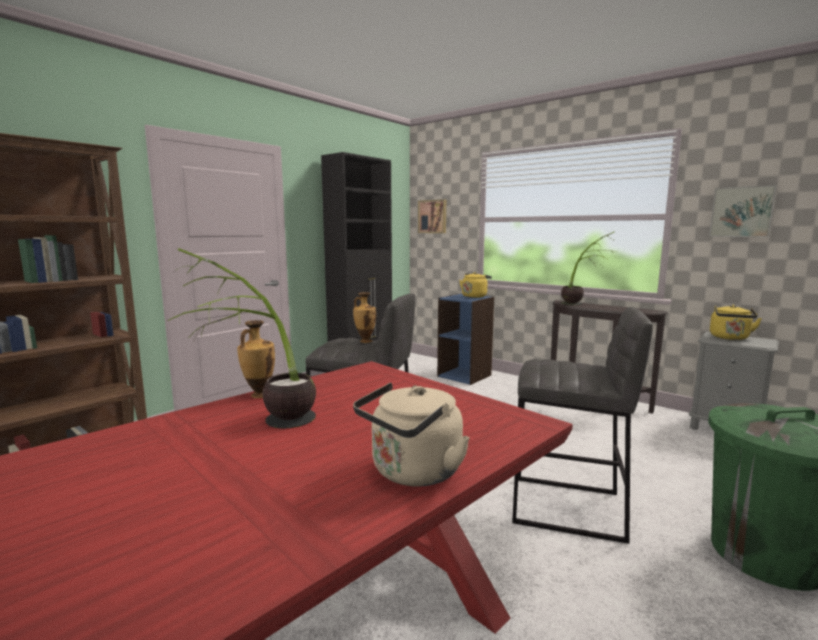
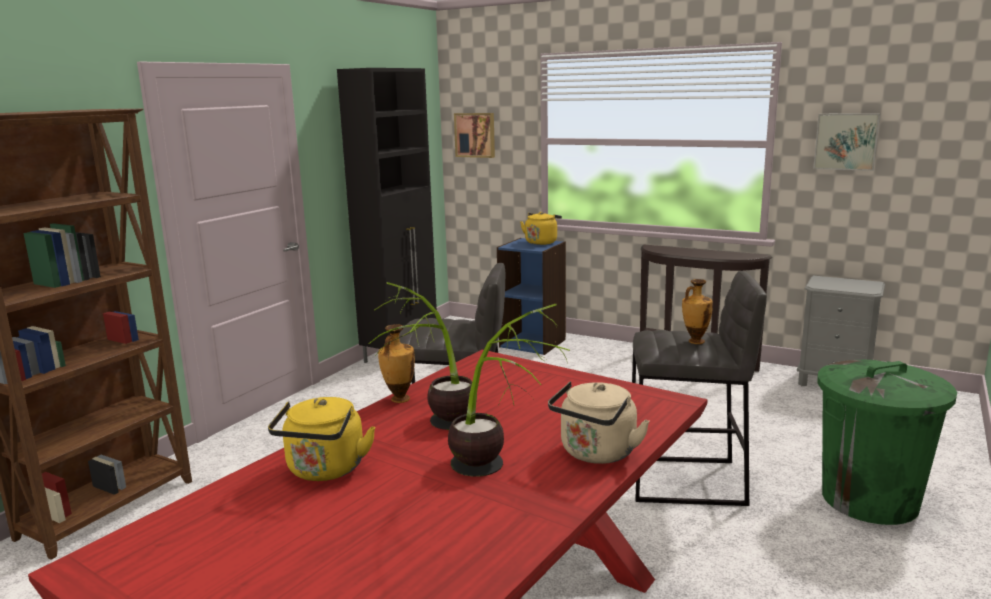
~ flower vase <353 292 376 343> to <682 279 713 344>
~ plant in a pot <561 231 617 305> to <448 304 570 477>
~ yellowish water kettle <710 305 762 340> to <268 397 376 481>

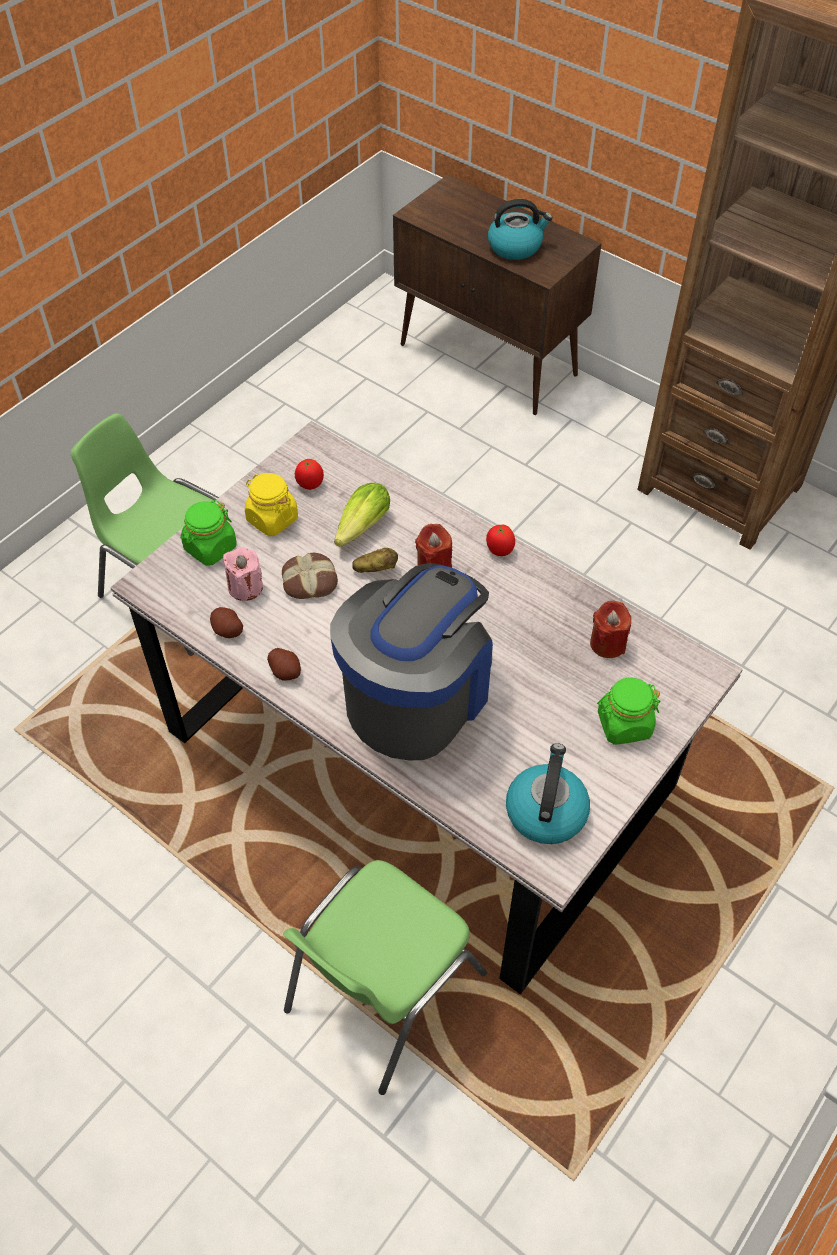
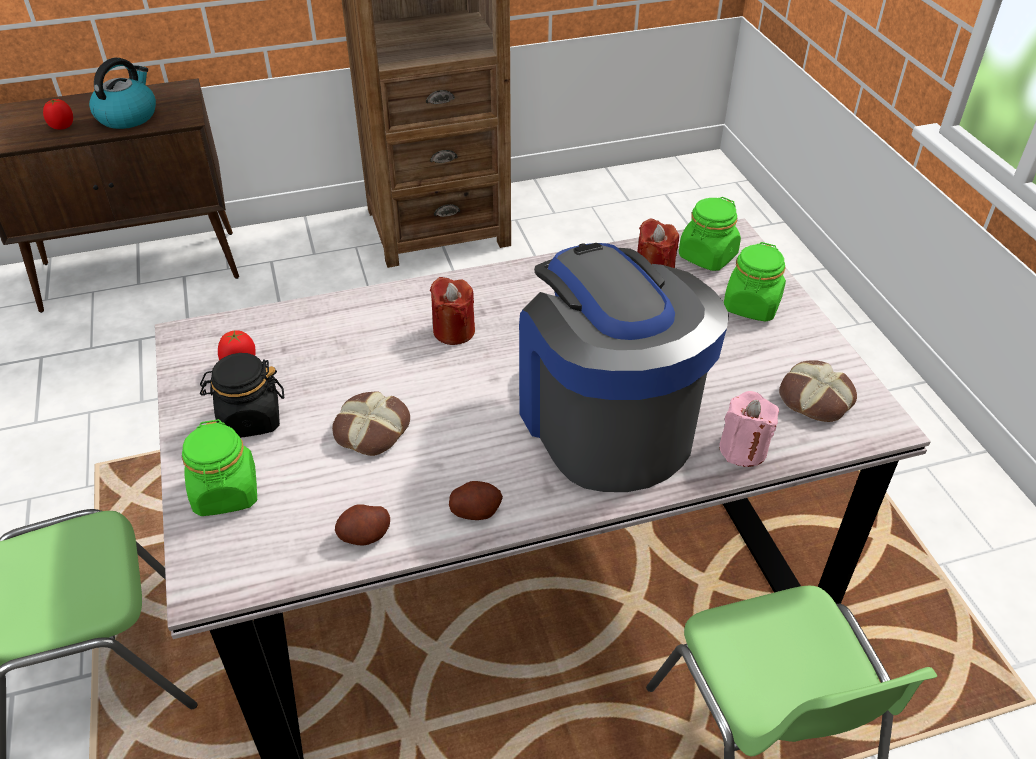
- head of lettuce <334 483 390 547>
- whole potato <352 548 398 573>
+ green-coloured storage jar <679 197 741 271>
~ pink-coloured candle <223 547 263 601> to <719 391 779 467>
~ tomato <486 525 515 556> to <43 99 73 130>
~ water kettle <506 743 590 844> to baked bread <779 361 857 422>
~ yellowish storage jar <245 473 298 536> to blackish storage jar <200 353 284 438>

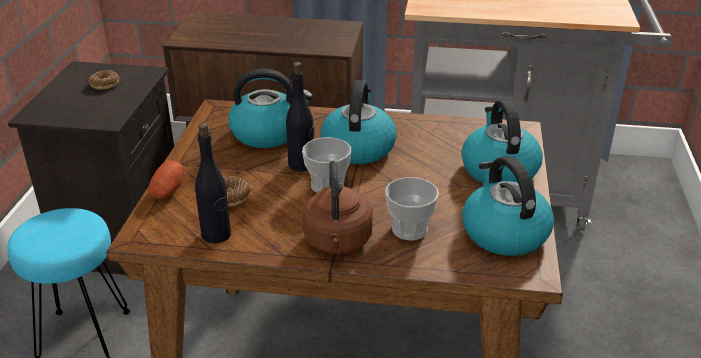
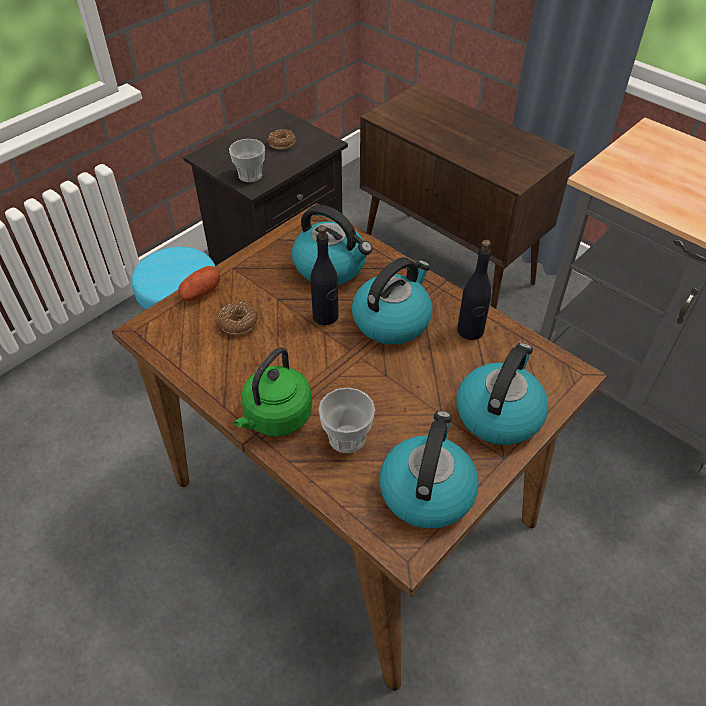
~ blackish bottle <195 123 231 244> to <457 240 492 340>
~ cup <302 137 351 193> to <229 139 265 182>
~ brownish water kettle <302 161 373 254> to green-coloured water kettle <234 347 312 436>

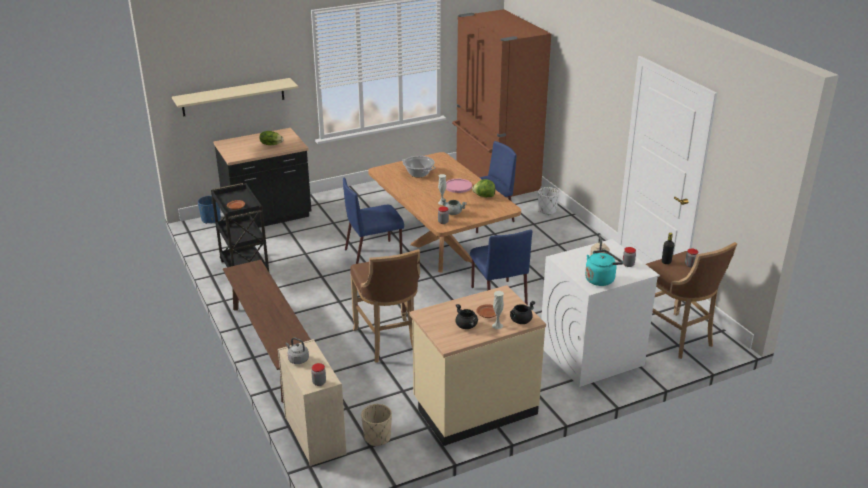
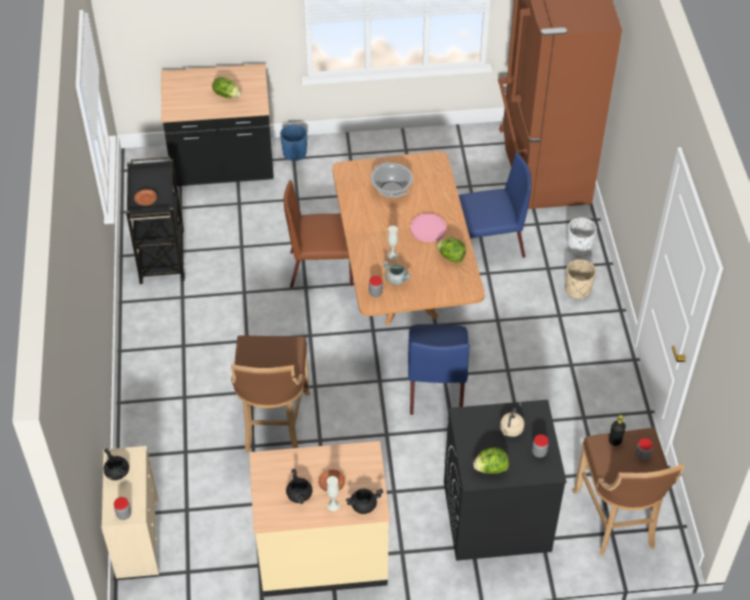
- beige shelf <172 78 298 116>
- brownish bench <223 260 311 402>
~ blue planter <198 196 221 224> to <280 124 307 161>
~ beige planter <361 404 392 446> to <565 259 596 299>
~ grey water kettle <286 338 309 364> to blackish saucepot <104 448 129 480>
~ turquoise water kettle <585 250 623 286> to head of lettuce <473 447 509 474>
~ blue plain chair <343 178 404 264> to brownish plain chair <284 180 353 288>
~ white laundry appliance <541 239 660 387> to blackish laundry appliance <444 400 567 561>

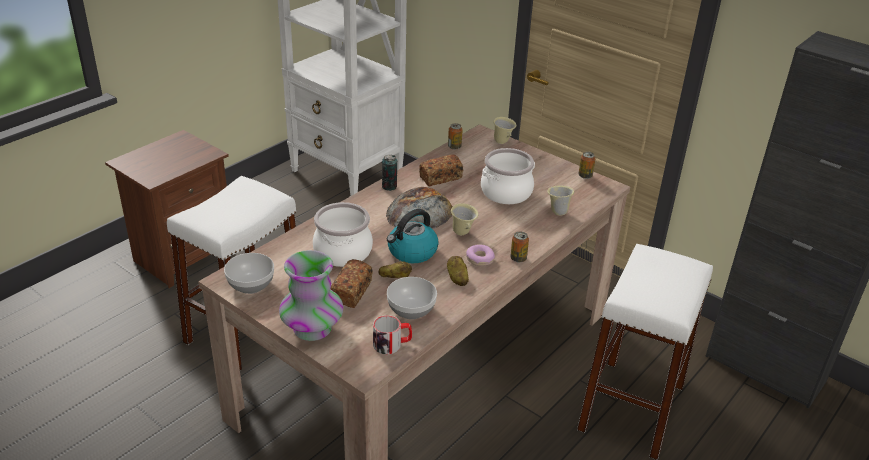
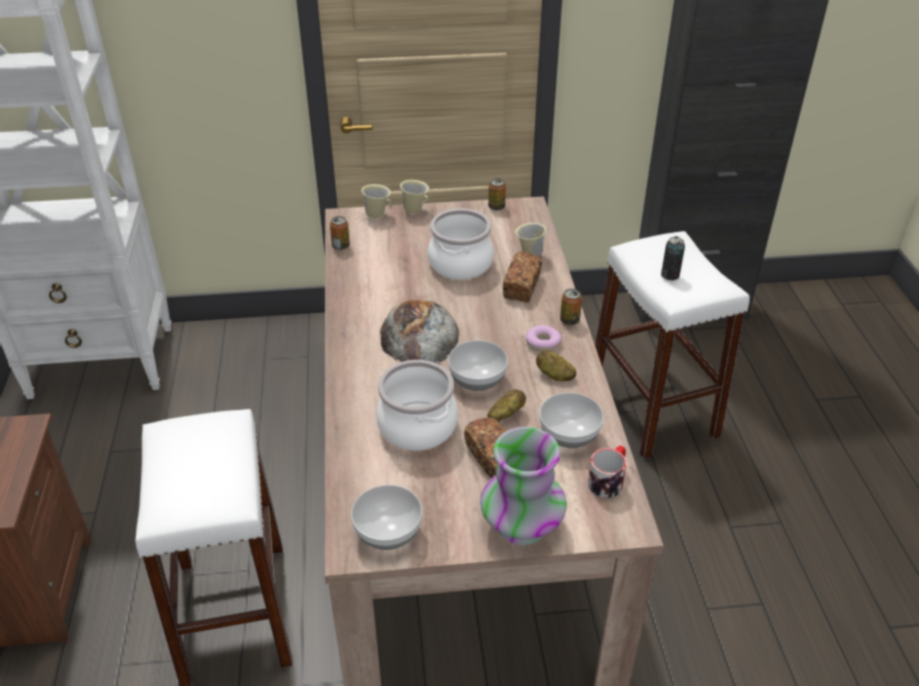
~ metal can <382 155 397 191> to <661 236 685 280>
~ baked bread <419 154 463 187> to <503 252 542 303>
~ beige tea mug <451 203 478 235> to <400 180 429 214>
~ water kettle <387 209 439 263> to bowl <448 340 508 391>

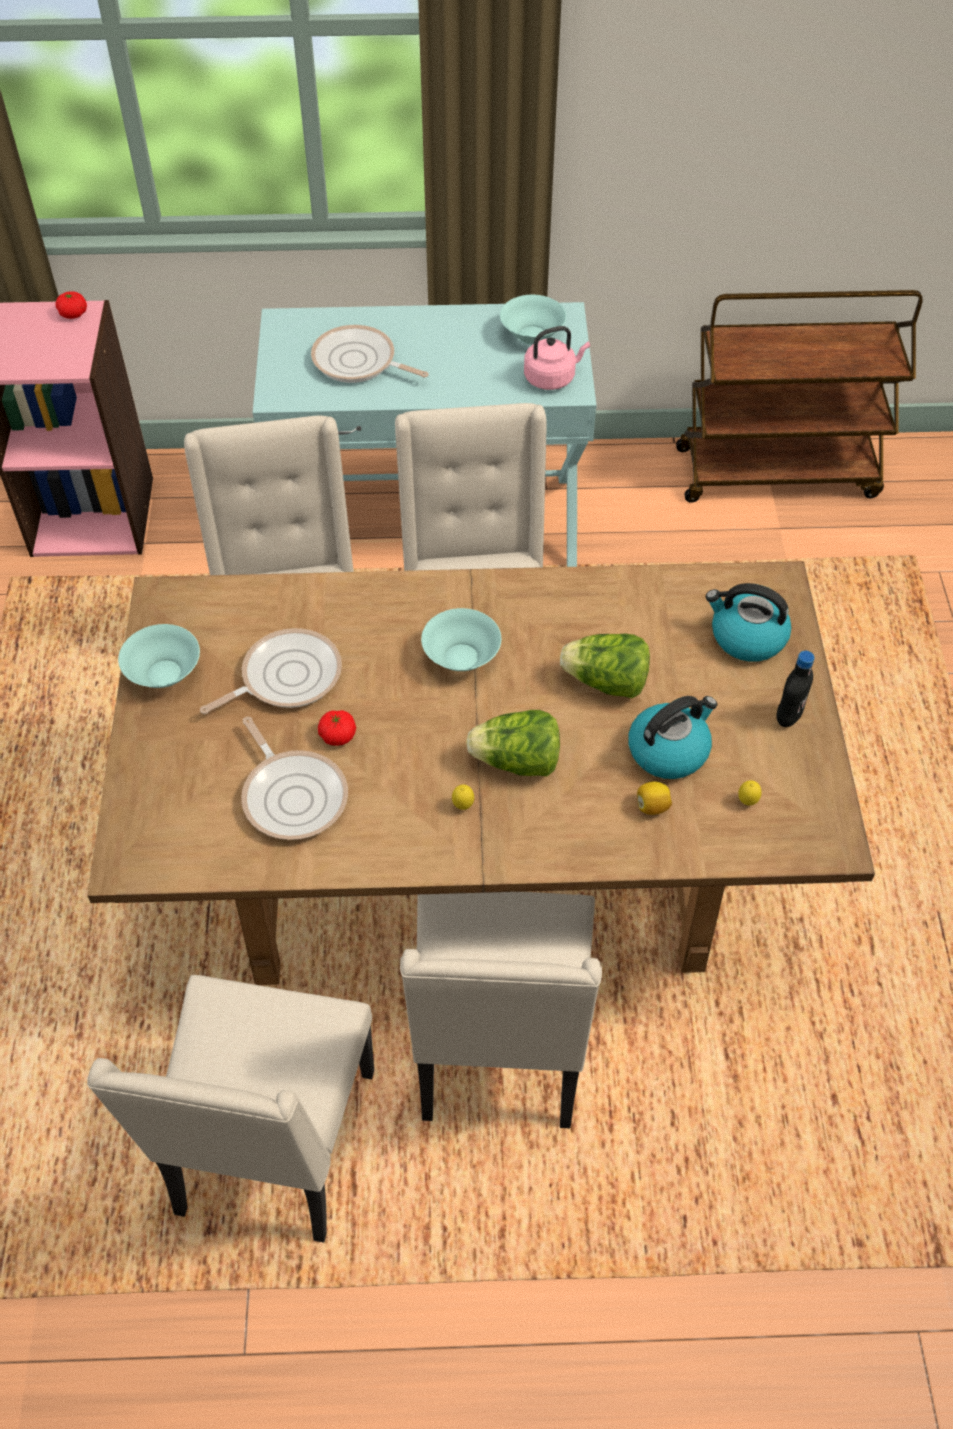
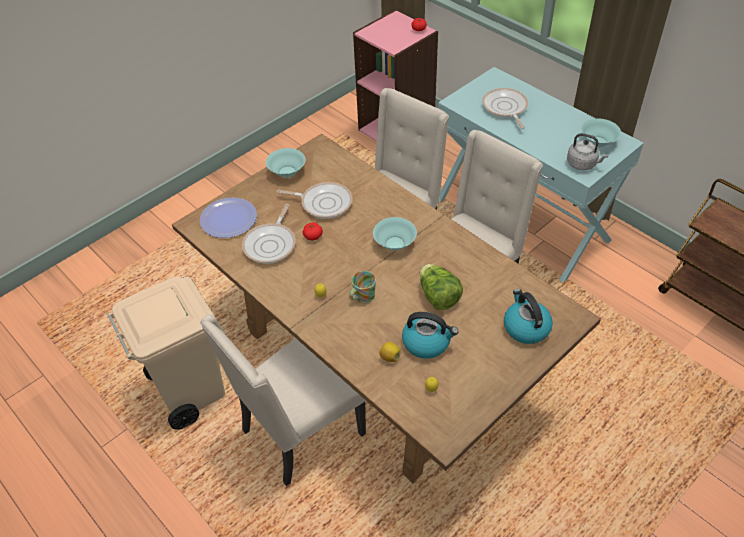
- blackish bottle <776 651 814 727>
+ dinner plate <200 198 257 238>
~ beige plain chair <87 975 374 1242> to beige trash can <106 277 225 430>
~ head of lettuce <466 710 560 776> to tea mug <349 271 376 303>
~ pink-coloured water kettle <524 326 590 390> to grey water kettle <567 133 609 170>

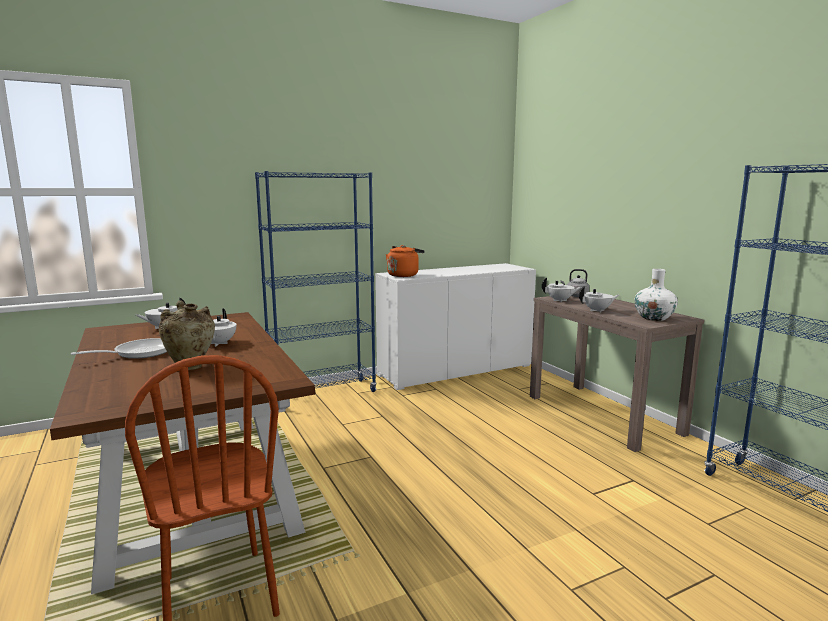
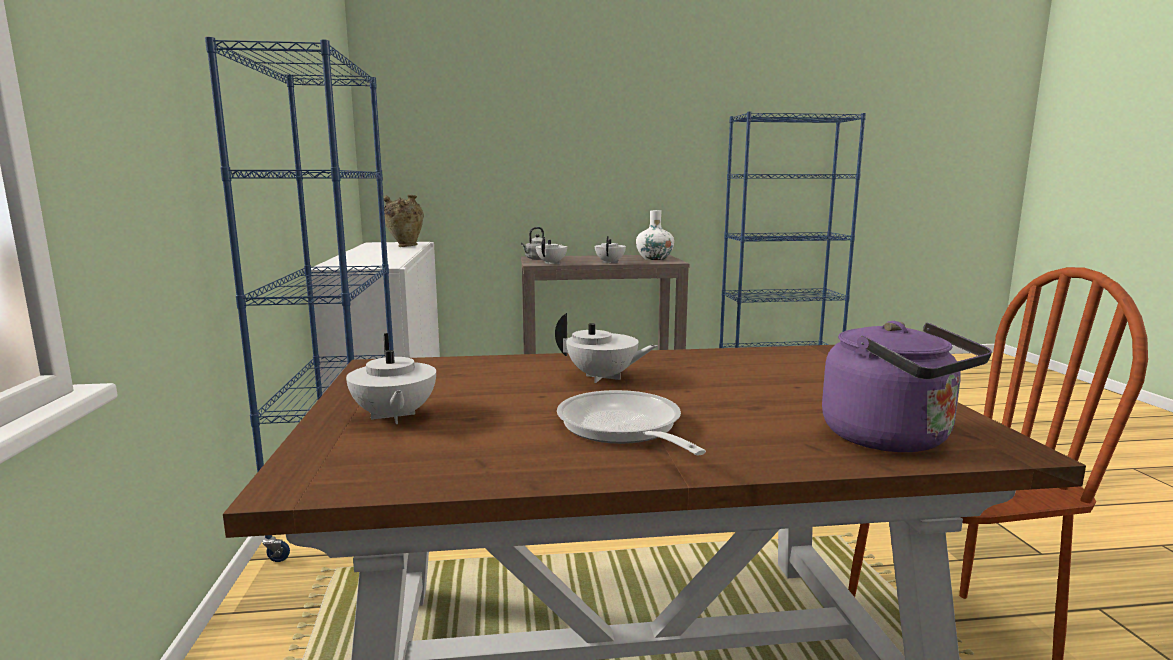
- orange water kettle <386 245 424 277>
+ purple water kettle <822 321 992 452>
~ beige flower vase <159 300 215 370> to <384 194 424 247>

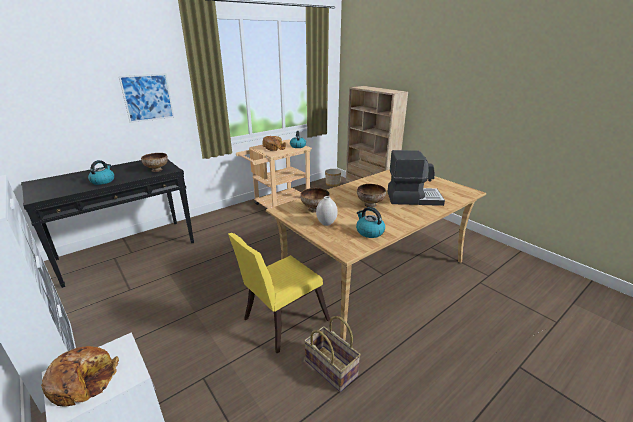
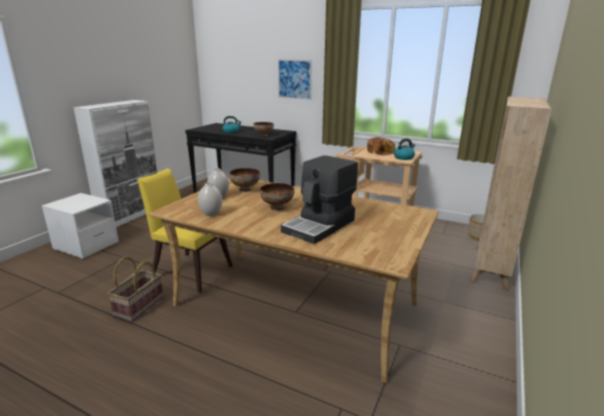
- baked bread <42 346 119 407>
~ water kettle <356 207 385 238> to white flower vase <198 182 222 216>
~ coffee maker <387 150 445 206> = <281 155 358 244> 60 degrees clockwise

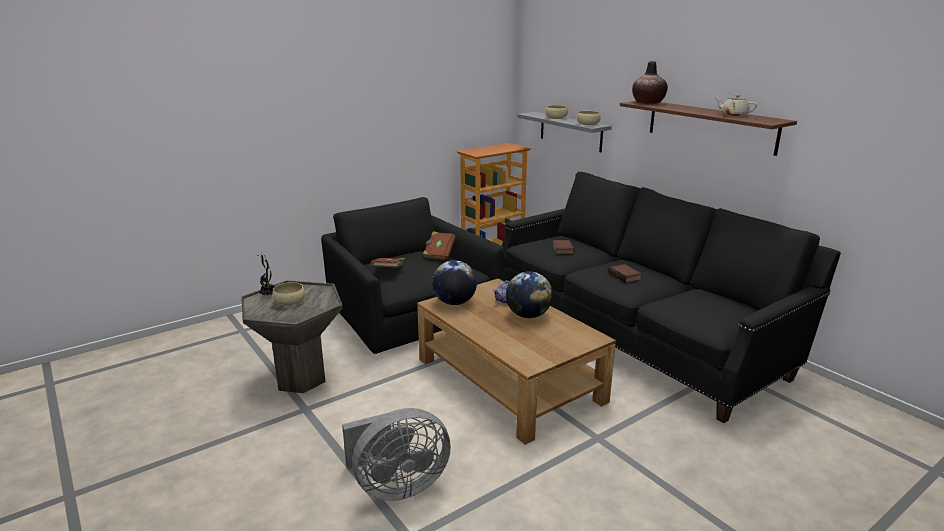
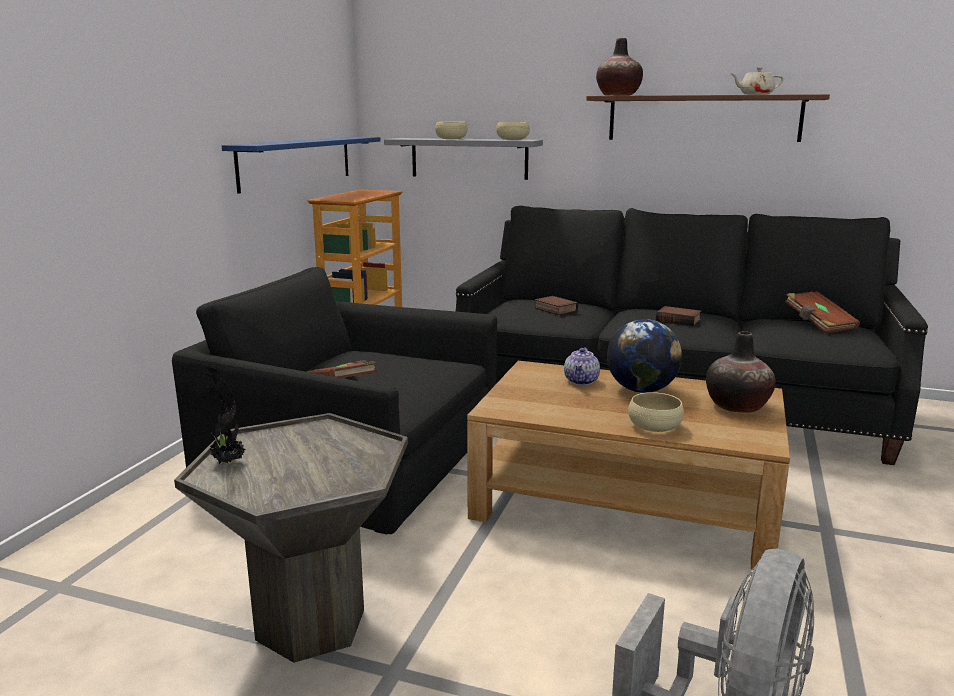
- world globe <432 260 477 305>
+ blue shelf <222 137 381 194>
+ flower vase <706 331 775 413>
~ beige bowl <272 282 305 306> to <628 392 684 432>
~ brownish volume <423 231 455 260> to <785 291 860 334>

